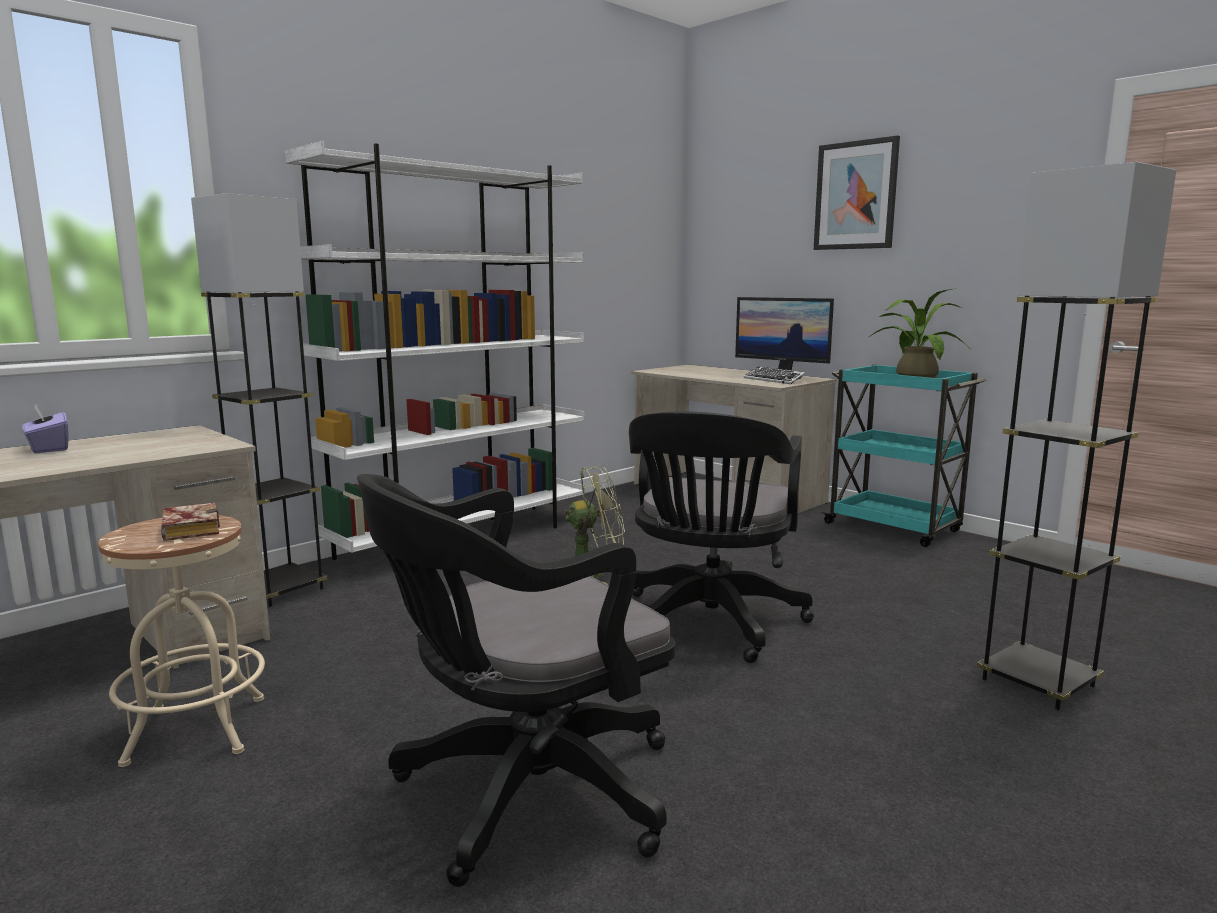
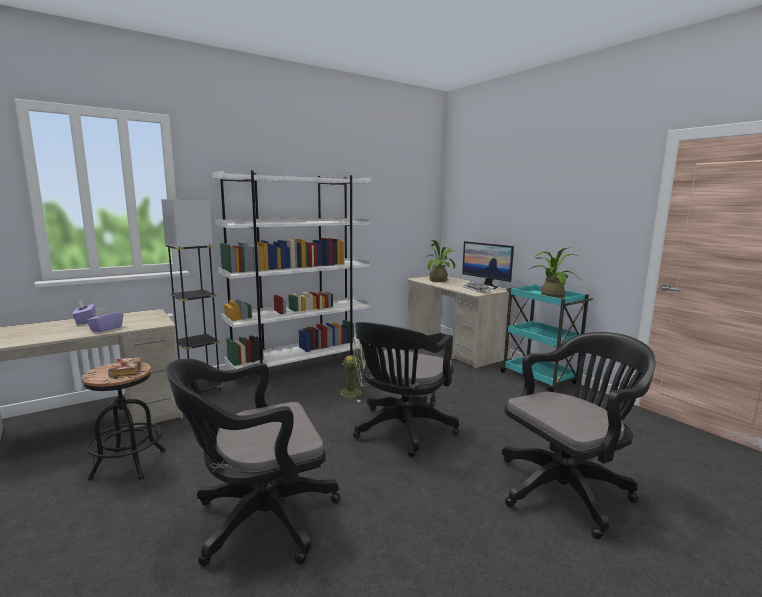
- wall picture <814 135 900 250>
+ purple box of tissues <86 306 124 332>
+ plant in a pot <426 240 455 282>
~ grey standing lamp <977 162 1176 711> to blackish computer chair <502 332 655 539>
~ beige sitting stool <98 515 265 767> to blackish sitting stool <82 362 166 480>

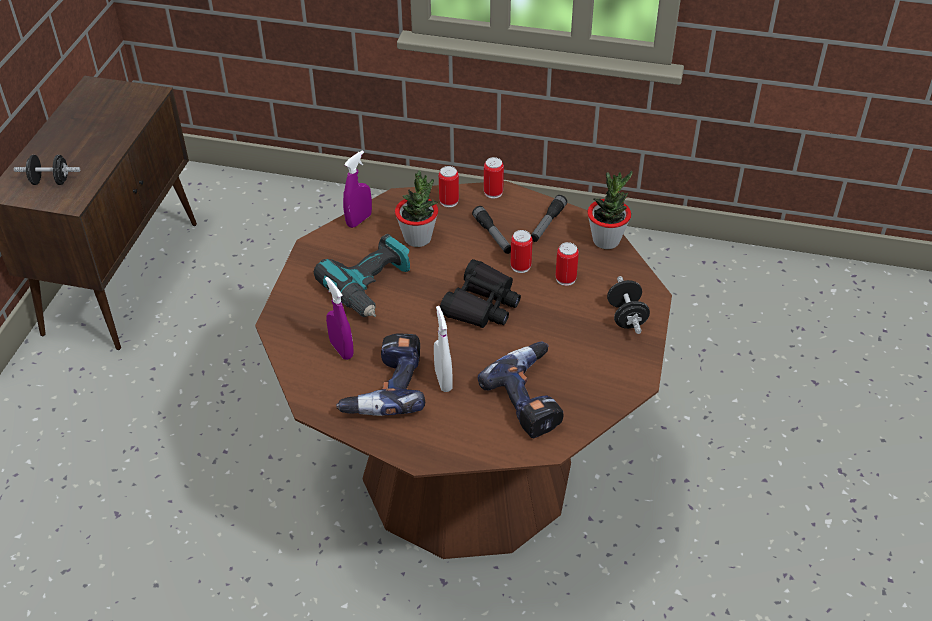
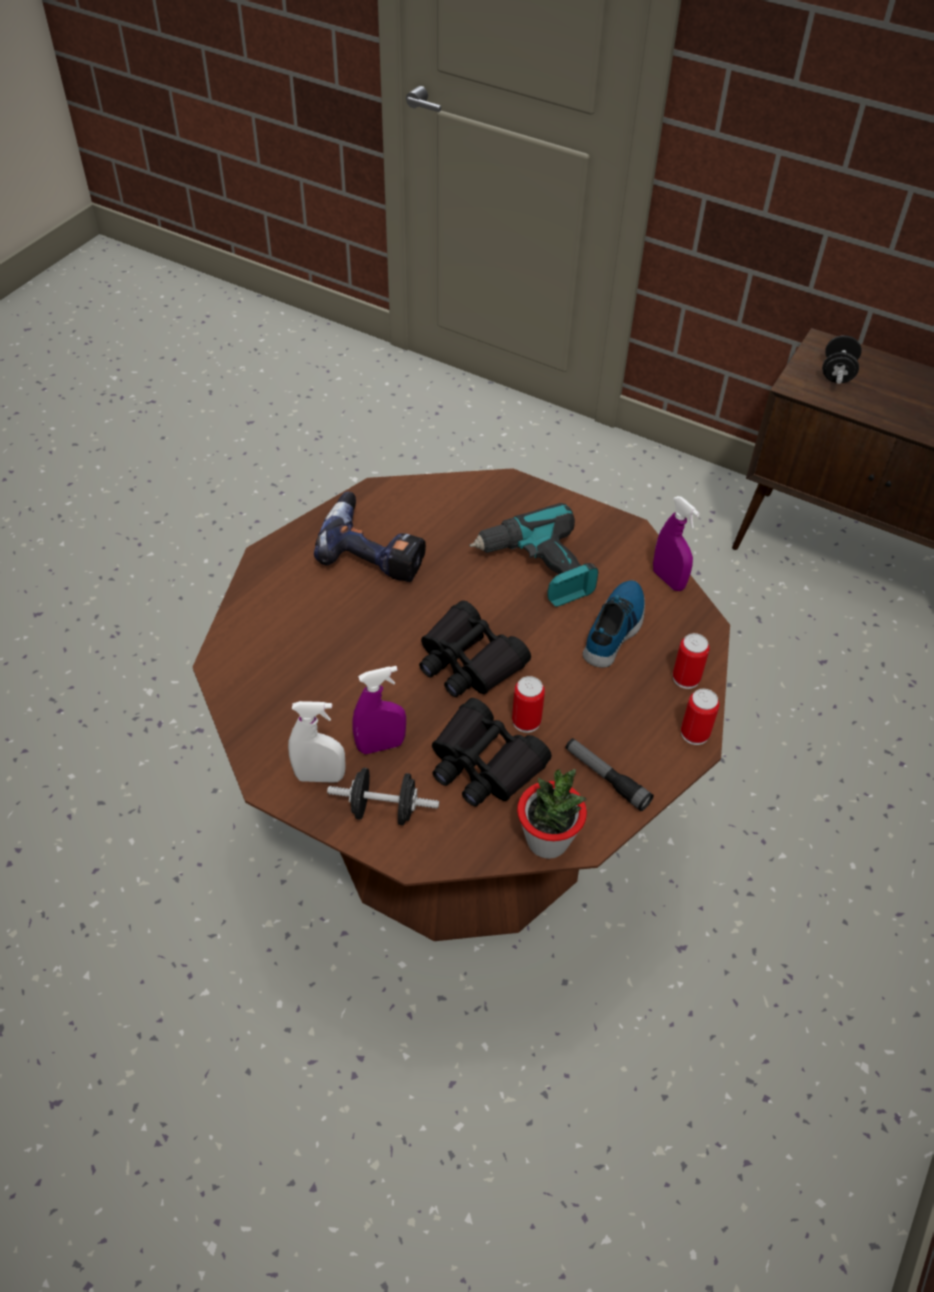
- hand torch <472 206 511 254>
- drill <478 341 563 438>
~ purple spray bottle <325 277 354 360> to <352 666 406 754>
~ white spray bottle <434 306 453 392> to <288 701 346 783>
~ plant in a pot <395 170 438 247> to item of footwear <583 580 645 668>
~ metal can <556 242 579 286> to blackish pair of binoculars <432 698 552 807>

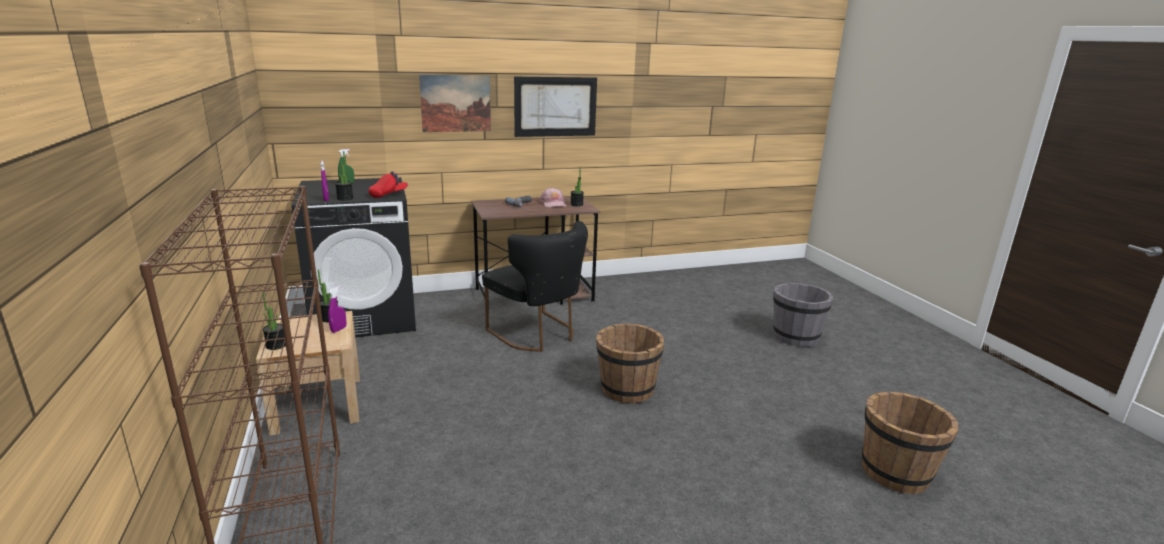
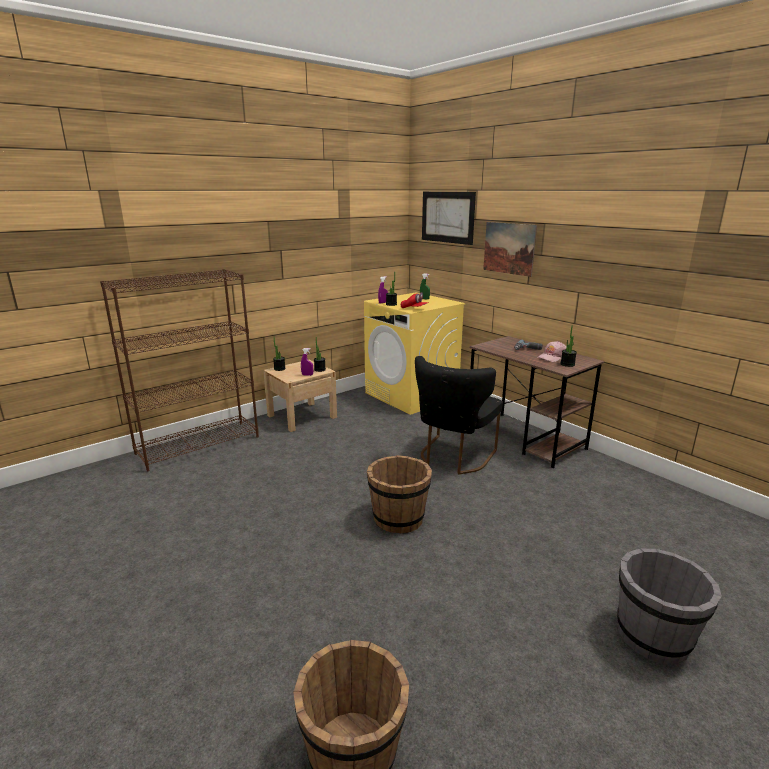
~ wall picture <514 77 597 137> to <422 192 476 245>
~ blackish laundry appliance <291 177 416 337> to yellowish laundry appliance <364 292 466 415>

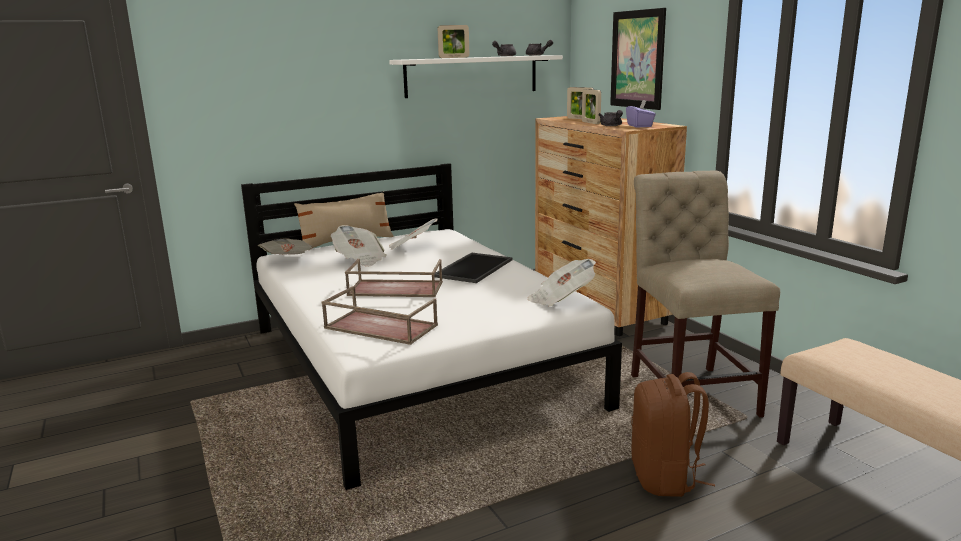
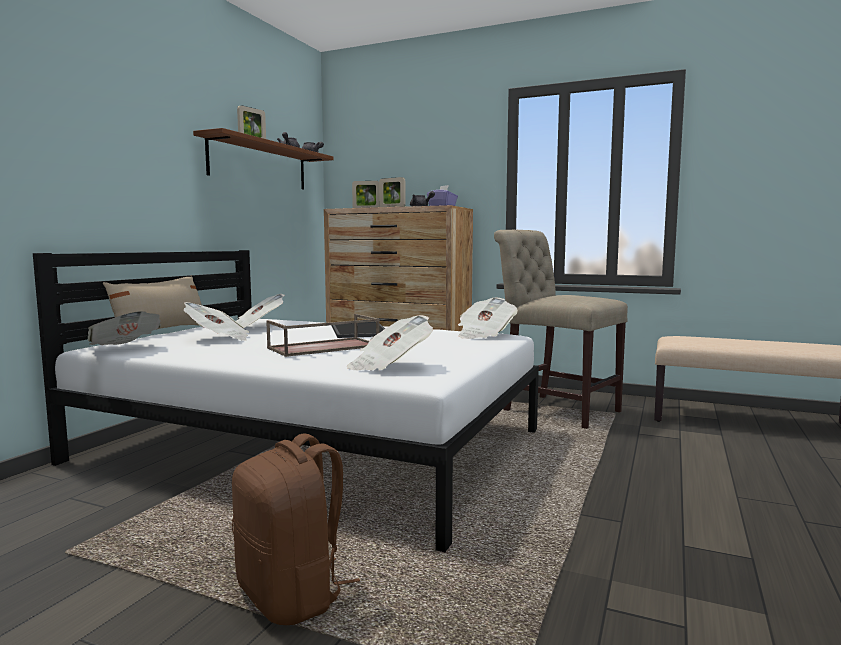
- wall picture <610 8 666 110>
~ brownish rucksack <631 372 715 497> to <232 434 360 625>
~ brownish carrying tray <322 286 438 345> to newspaper <347 315 433 371>
~ white shelf <389 55 563 98> to brownish shelf <193 128 334 189>

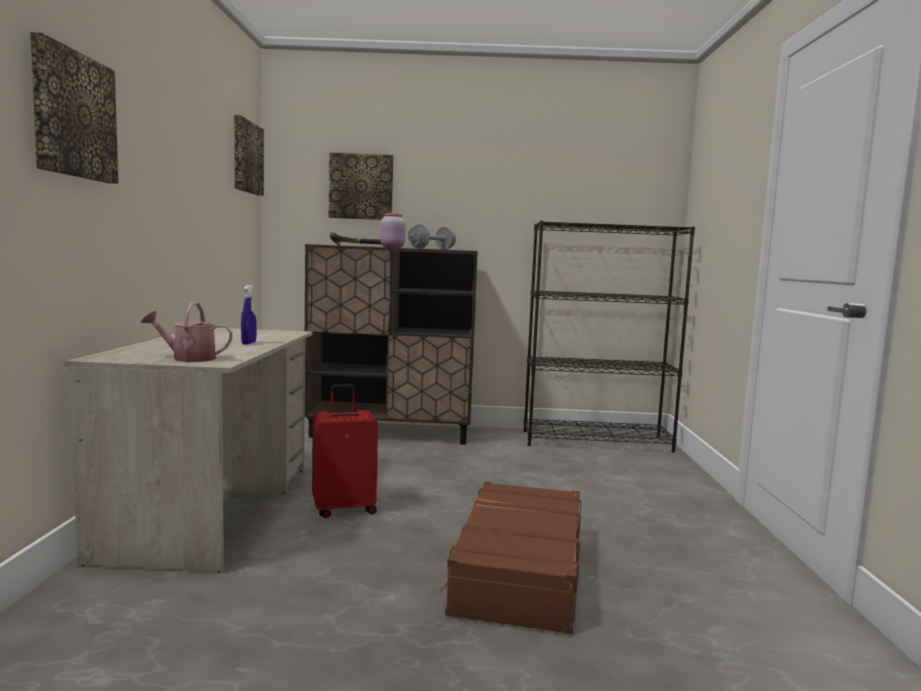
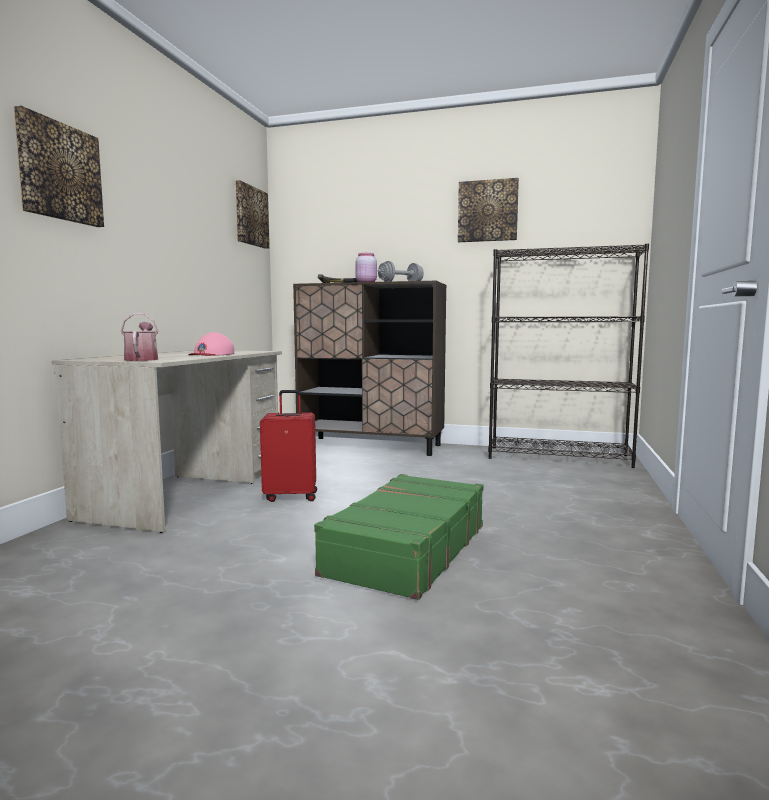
~ wall picture <328 153 393 220> to <458 178 519 242>
~ blue spray bottle <241 285 257 345> to pink-coloured cap <189 332 234 356>
~ brownish travel case <440 481 581 634> to green-coloured travel case <314 474 483 600>
~ watering can <141 302 233 362> = <121 314 159 361> 60 degrees clockwise

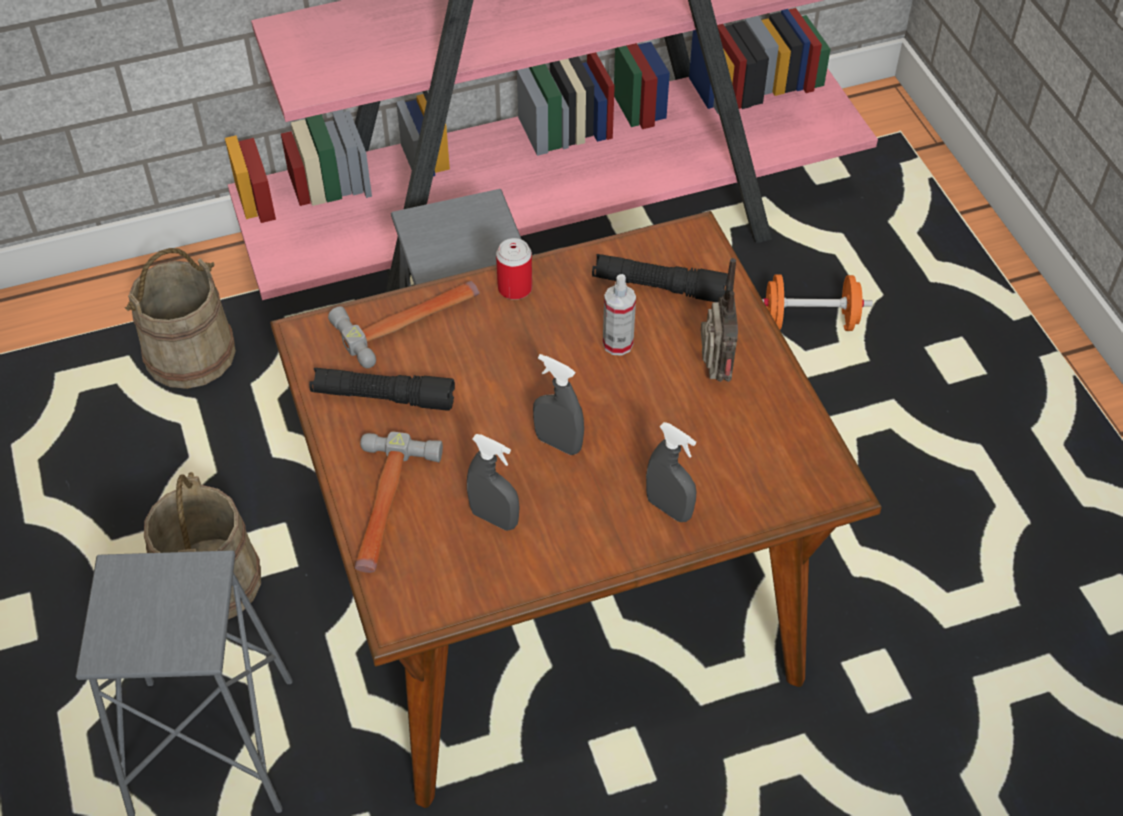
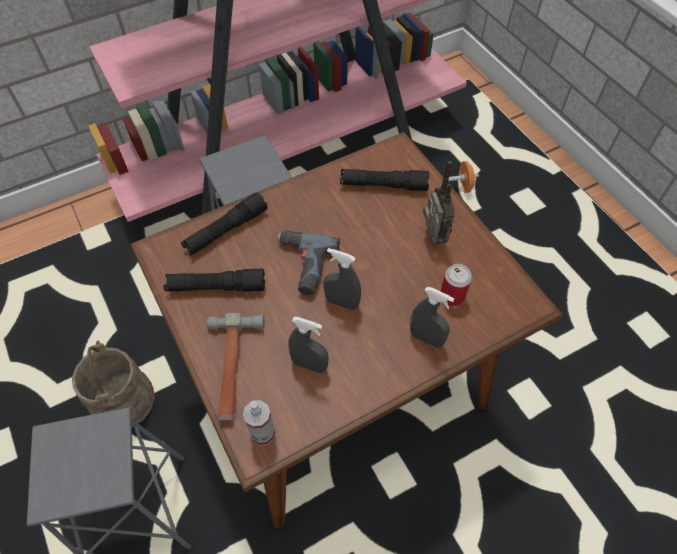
- beige water bucket <124 248 236 389>
+ drill <277 230 340 295>
~ metal can <496 238 532 300> to <441 264 472 306>
~ spray bottle <603 274 636 356> to <243 400 276 446>
~ tool hammer <328 281 479 368> to blackish hand torch <181 192 268 256>

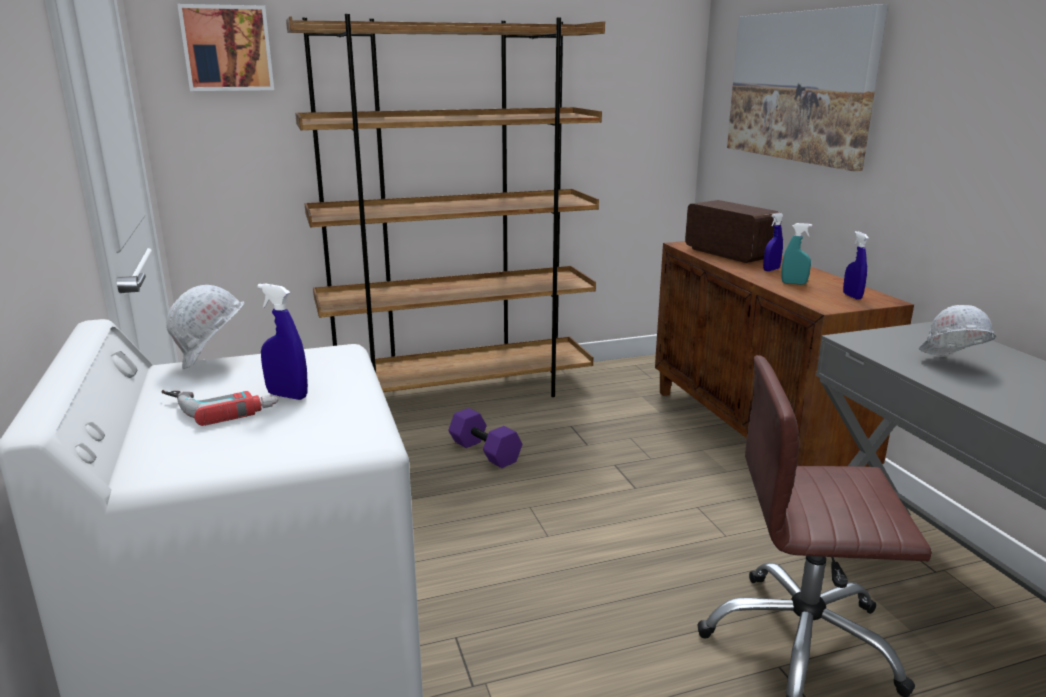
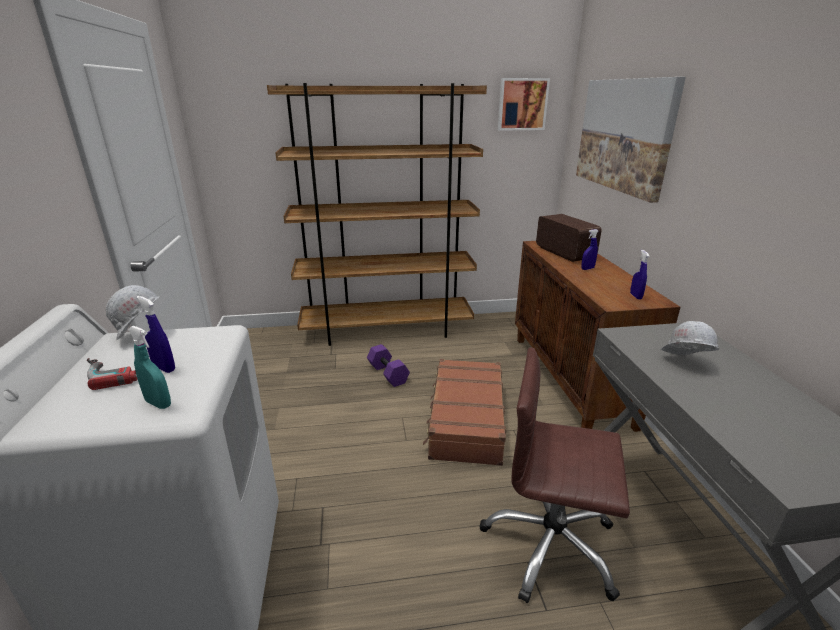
+ brownish travel case <423 359 506 466>
~ wall picture <177 4 274 91> to <498 78 550 131>
~ turquoise spray bottle <781 223 813 285> to <128 326 171 409>

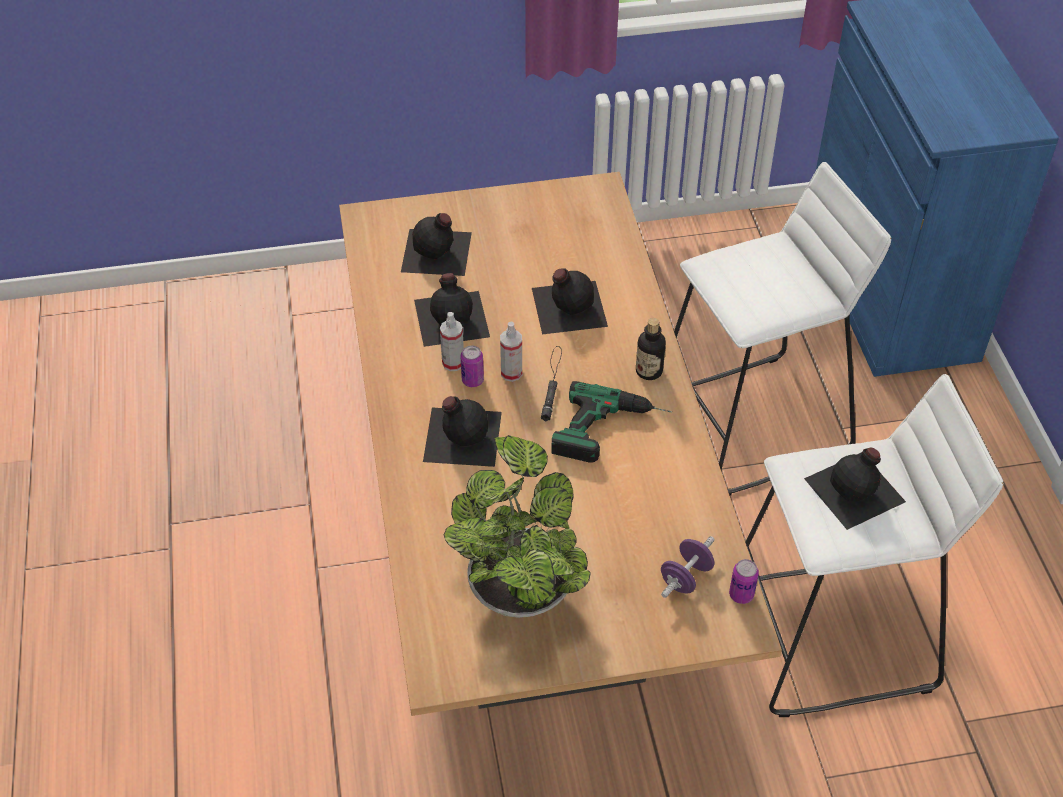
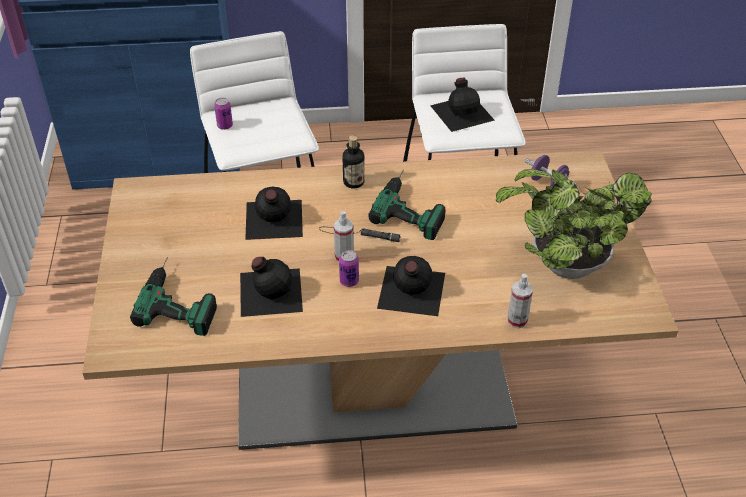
~ spray bottle <440 312 464 371> to <507 273 533 329>
~ metal can <729 559 759 604> to <214 98 233 130>
~ blackish bottle <401 213 472 276> to drill <130 257 217 336>

